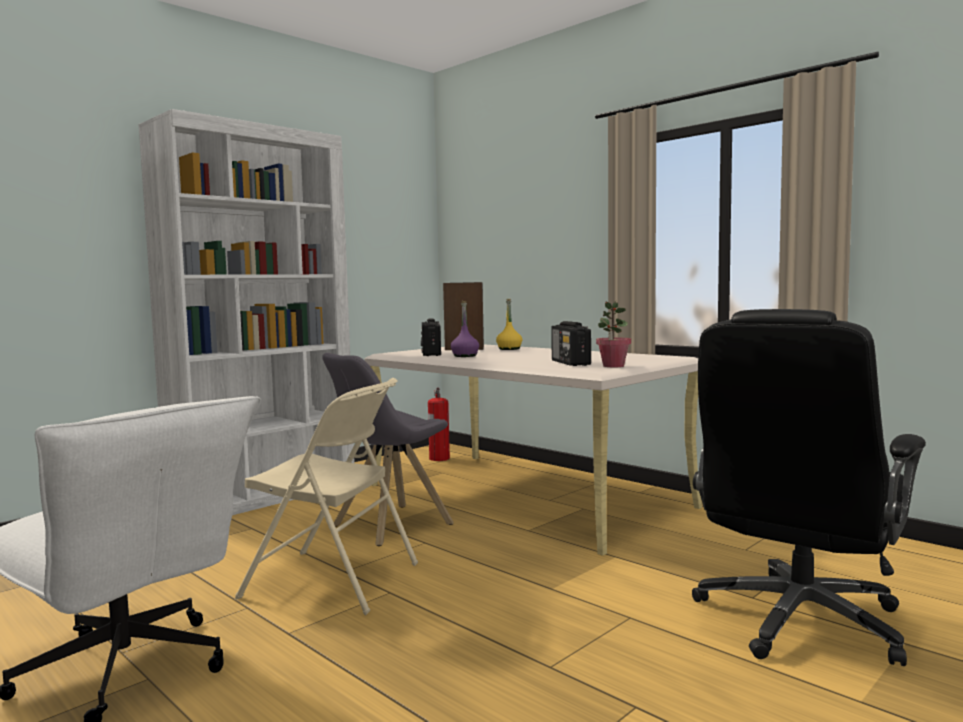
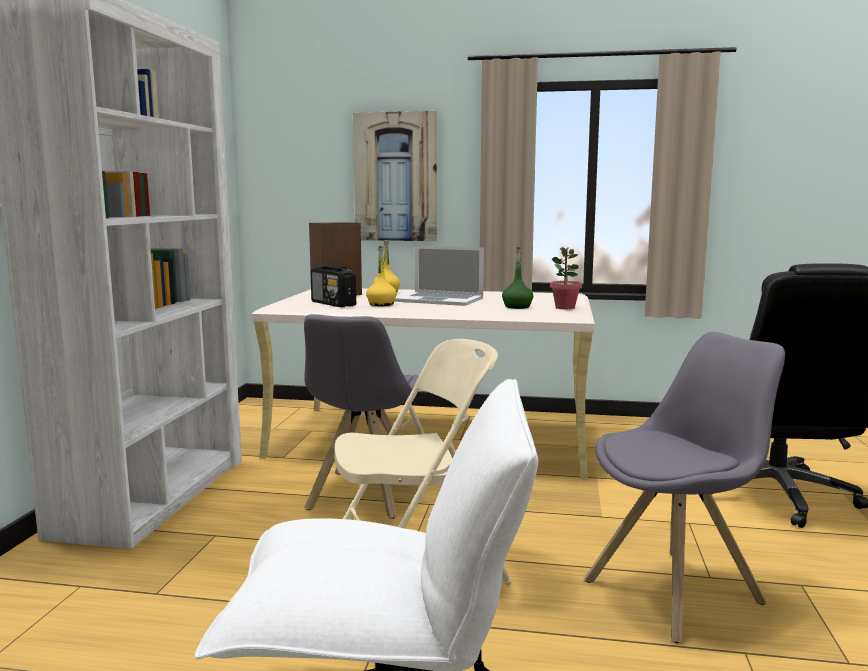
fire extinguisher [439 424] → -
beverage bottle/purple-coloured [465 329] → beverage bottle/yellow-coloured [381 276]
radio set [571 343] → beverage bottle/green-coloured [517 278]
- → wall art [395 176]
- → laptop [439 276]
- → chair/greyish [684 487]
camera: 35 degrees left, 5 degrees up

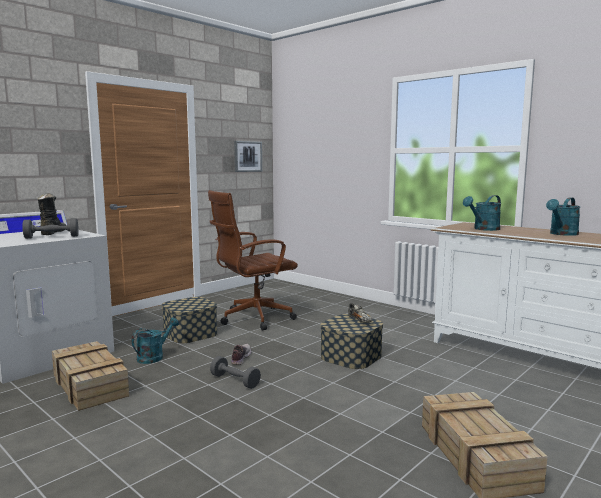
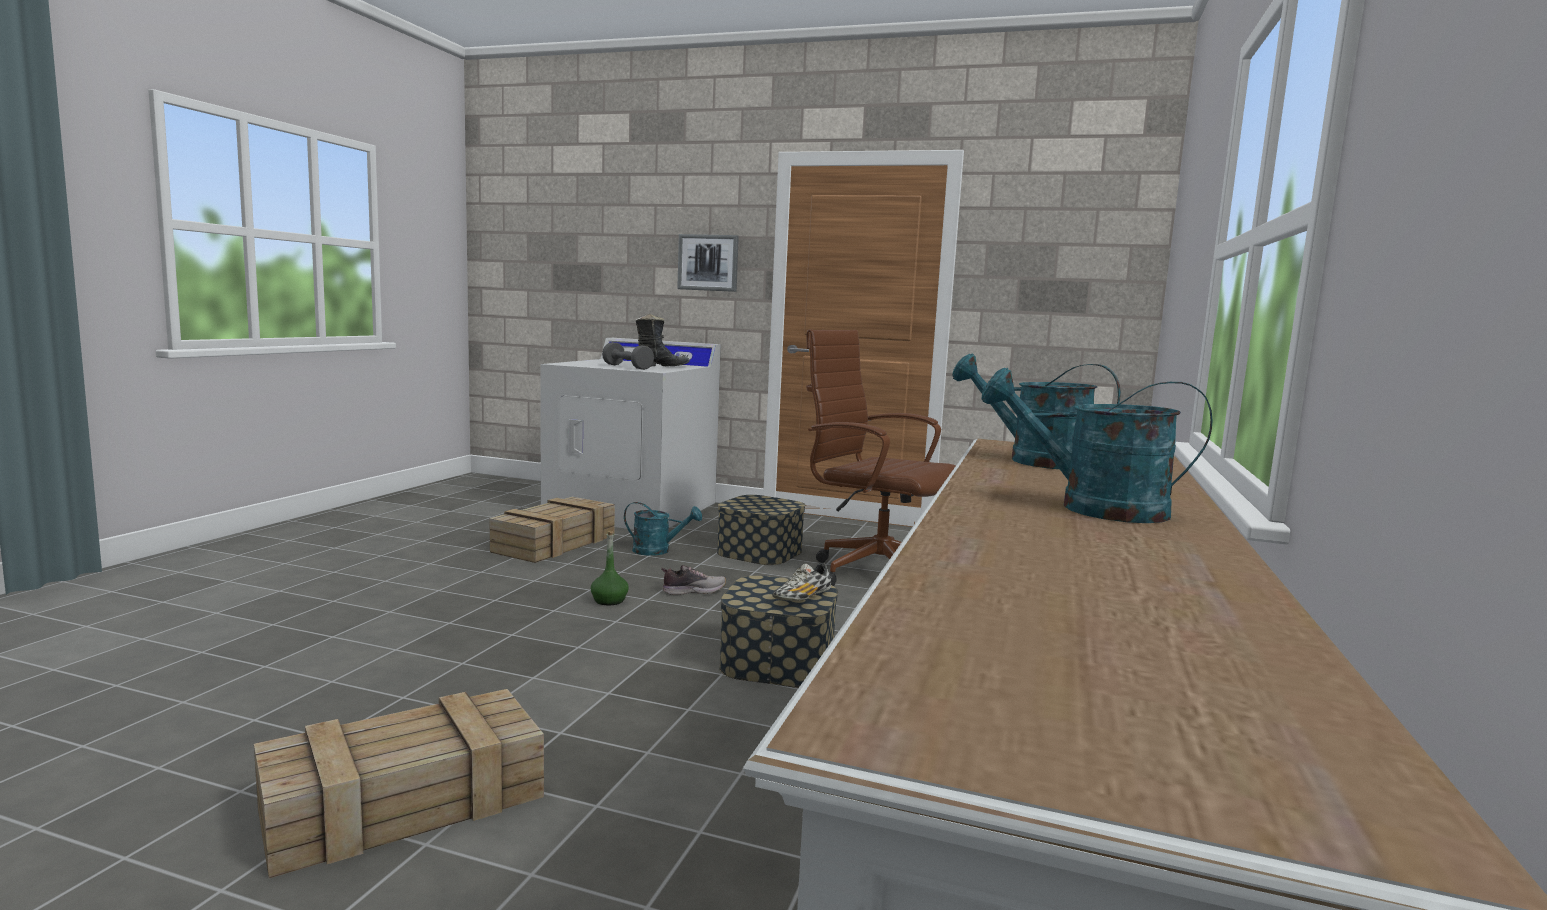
dumbbell/greyish [235 372] → beverage bottle/green-coloured [610 568]
wall art [248 156] → wall art [708 263], moved
camera: 65 degrees right, 0 degrees up

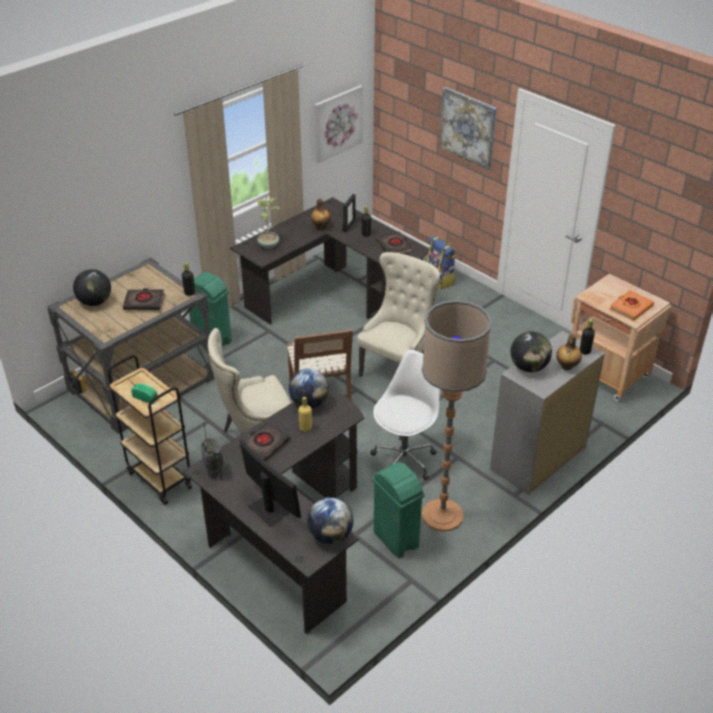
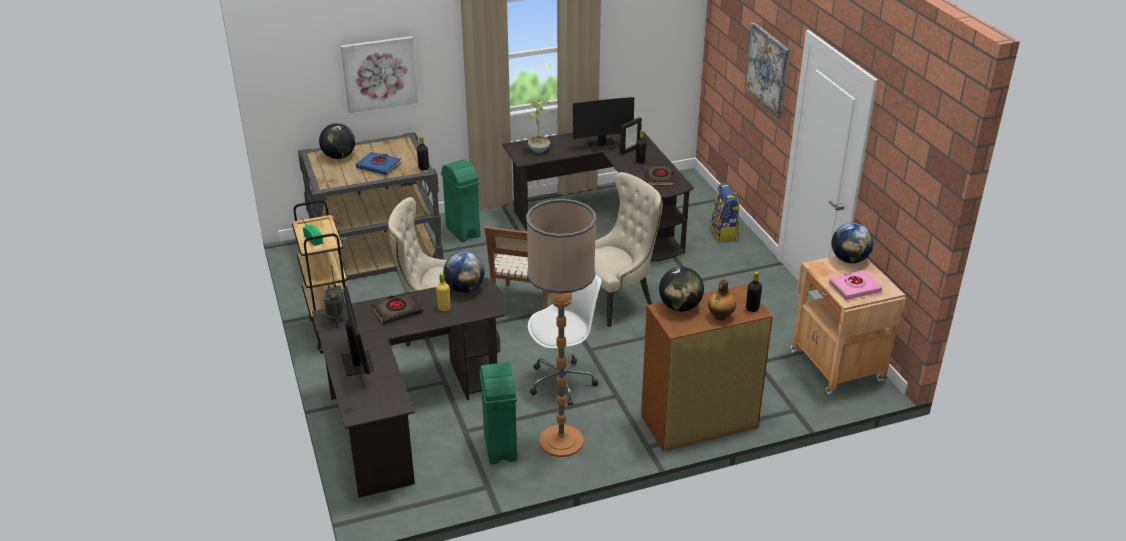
bound book/blackish [143 299] → bound book/blue [378 163]
globe [330 520] → globe [852 243], moved
beverage bottle [321 214] → computer display [603 124]
wall art [338 124] → wall art [379 74], moved
cabinet/greyish [547 413] → cabinet/brown [707 367]
bound book/orangey [632 305] → bound book/pinkish [855 285]
camera: 25 degrees right, 5 degrees down

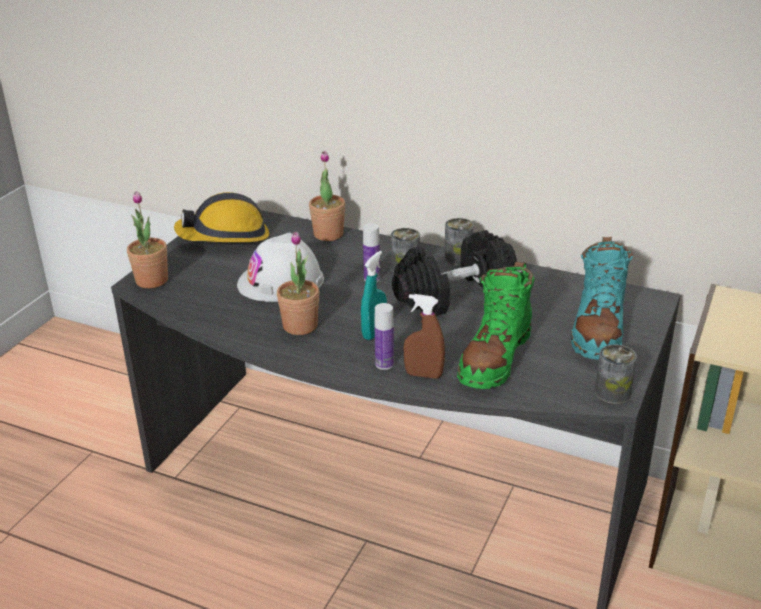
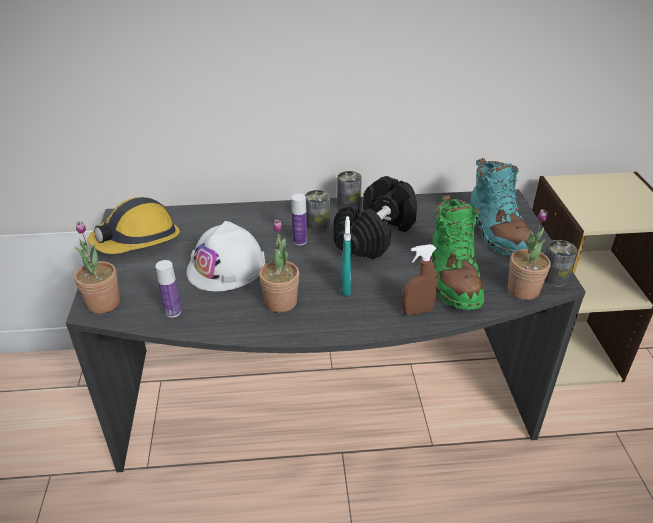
houseplant [327 196] → houseplant [529 254], moved
beverage bottle [384 336] → beverage bottle [168 289], moved
camera: 30 degrees left, 5 degrees up

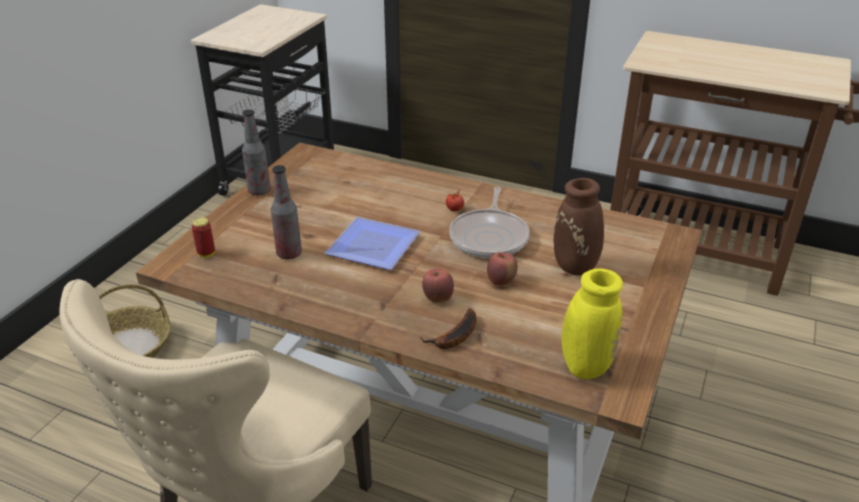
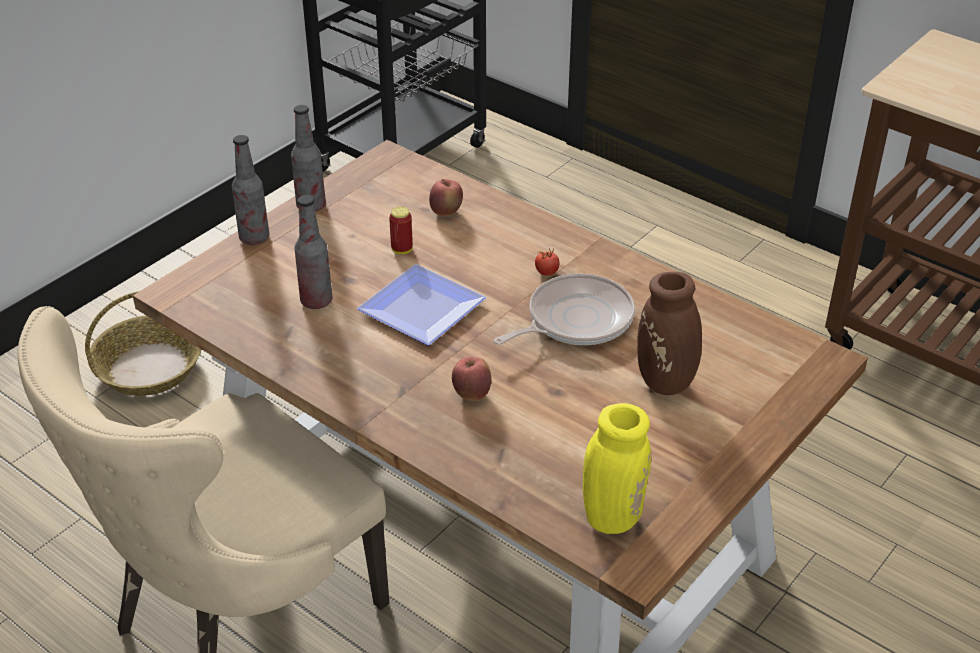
can [203 237] → can [401 230], moved
banana fruit [448 328] → -
frying pan [489 222] → frying pan [564 309], 150 degrees counterclockwise
apple fruit [502 269] → apple fruit [446 197], moved
- → beverage bottle [250 190]
camera: 15 degrees right, 5 degrees up

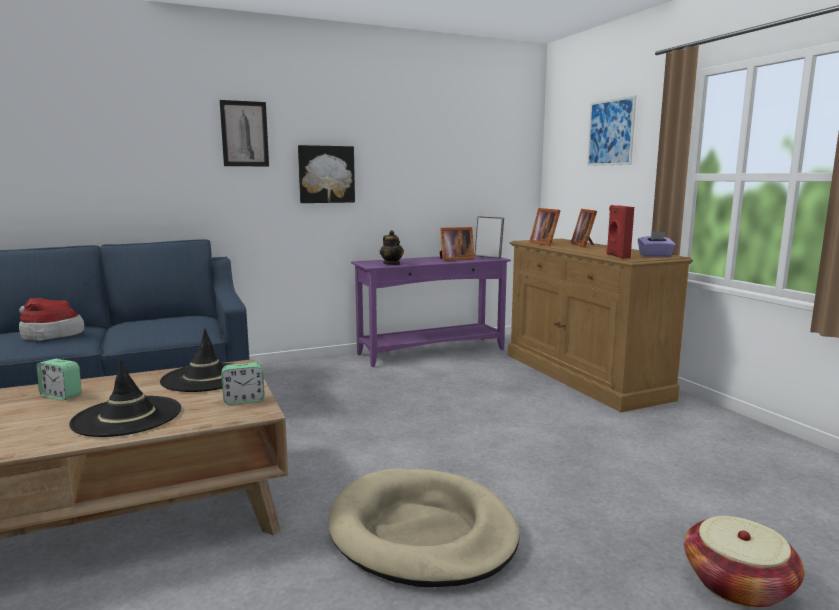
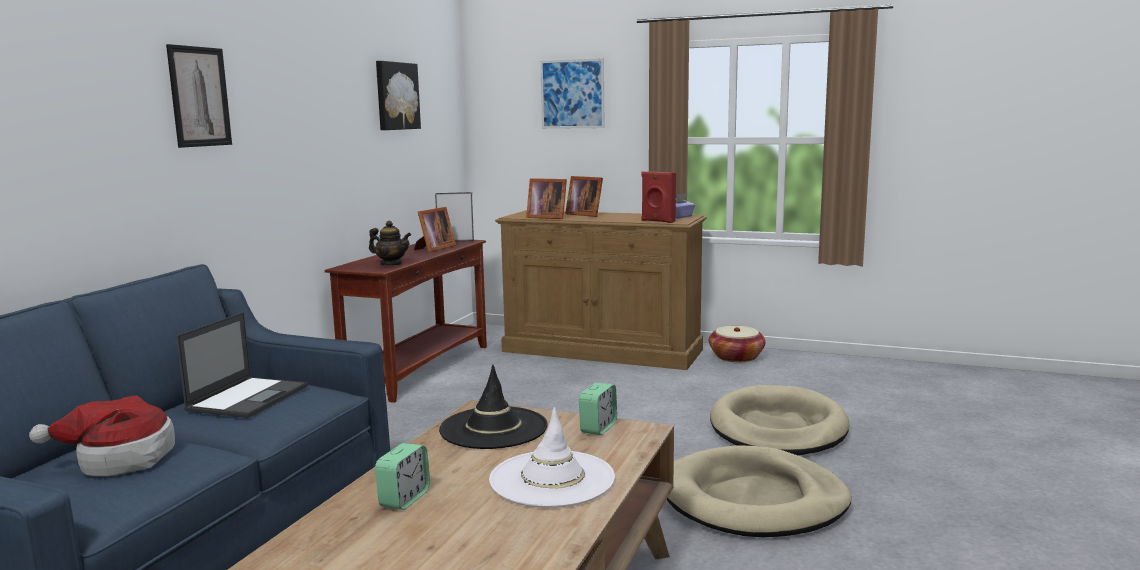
alarm clock [59 379] → alarm clock [402 476], 45 degrees counterclockwise
hat/blackish [125 398] → hat/white [552 457]
wall art [326 174] → wall art [398 95], moved
narrow table/purple-coloured [431 310] → narrow table/brown [406 321]
basket [744 562] → basket [737 344], moved
- → laptop [242 365]
- → dog bed/sand-coloured [779 420]
camera: 45 degrees left, 0 degrees up

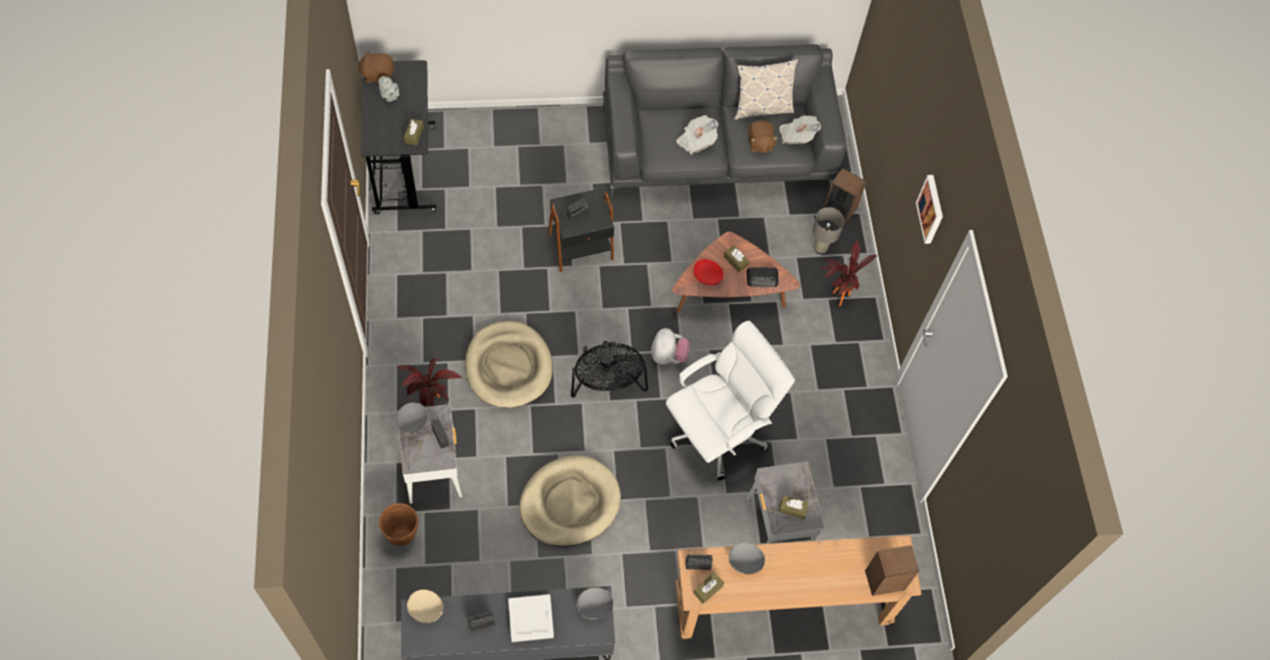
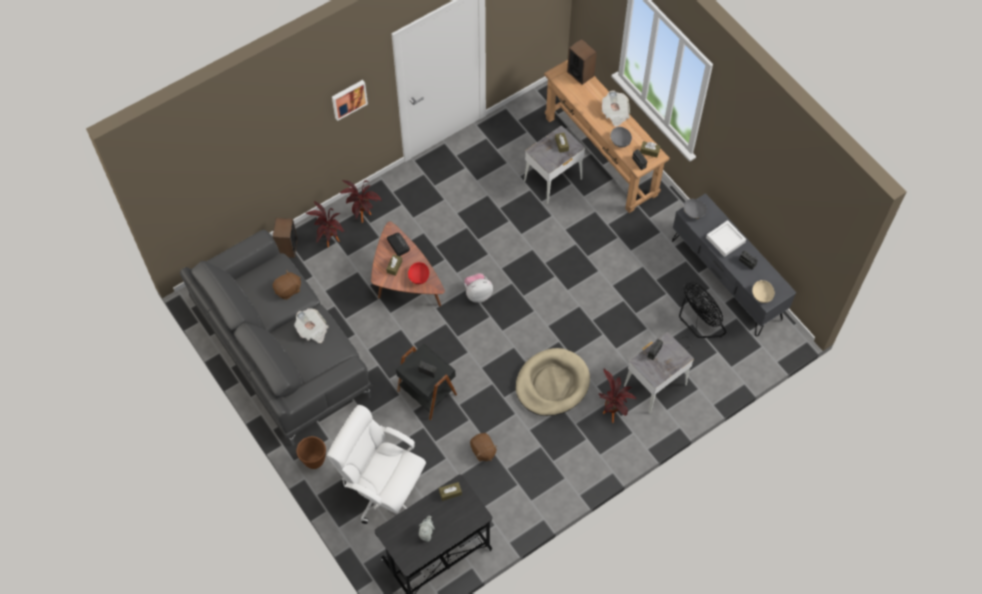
soft toy/brown [376 66] → soft toy/brown [483 447], moved
planter/brown [398 524] → planter/brown [311 452], moved
deep dish/greyish [412 418] → -
dog bed/sand-coloured [570 501] → -
cooling fan/blackish [609 369] → cooling fan/blackish [703 315], moved
office chair/white [730 400] → office chair/white [376 464], moved
throw pillow [766 89] → -
printed paper [800 129] → printed paper [616 108], moved
tabletop lamp/greyish [828 230] → houseplant [325 224]
camera: 115 degrees left, 0 degrees up

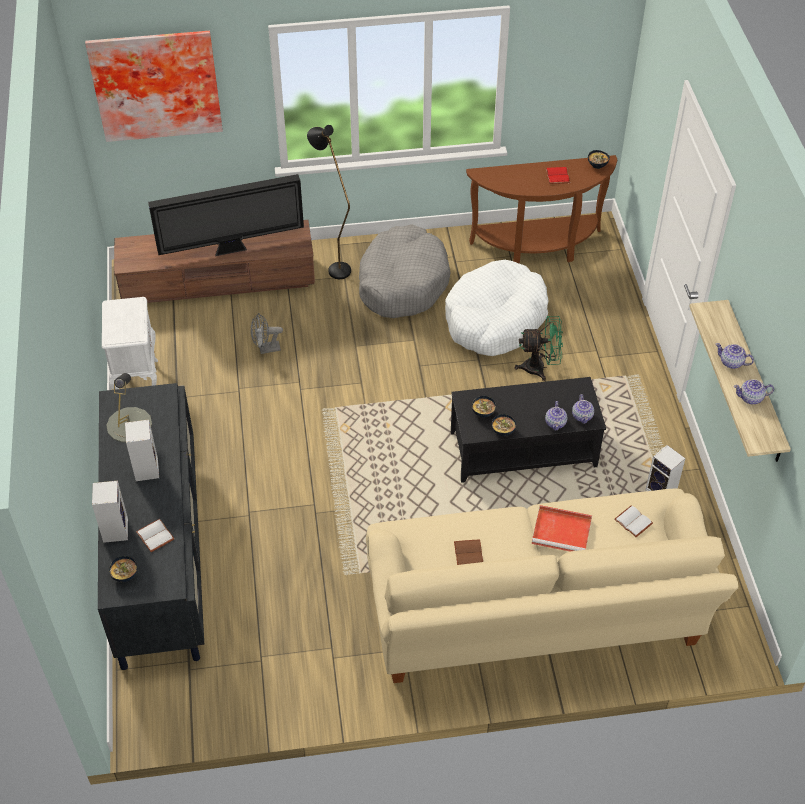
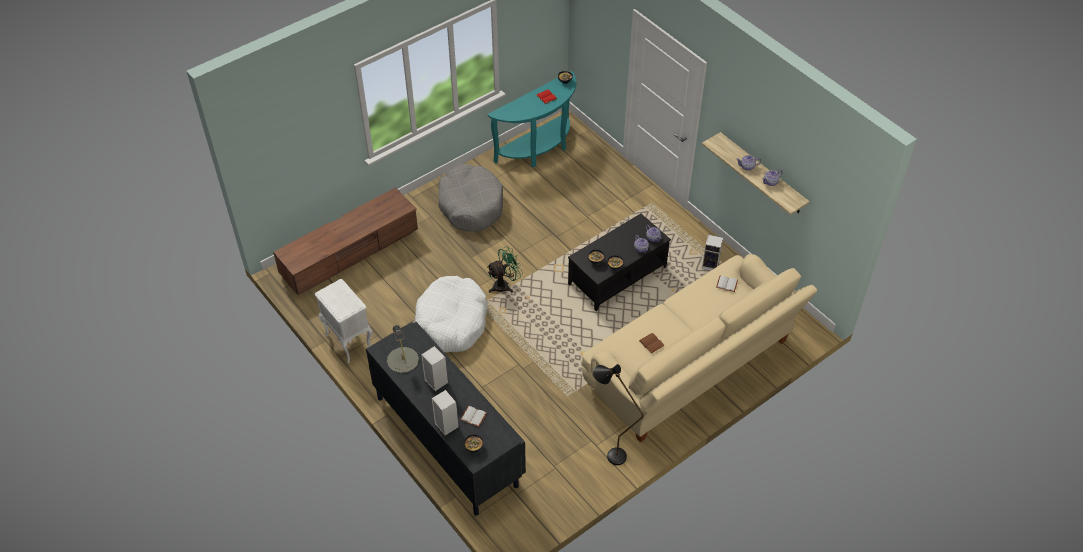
wall art [154 86] → -
TV set [226 215] → -
cooling fan/greyish [267 333] → -
standard lamp/blackish [329 202] → standard lamp/blackish [618 414], moved
dog bed/white [496 308] → dog bed/white [450 314], moved
narrow table/brown [541 209] → narrow table/blue-green [532 119]
cooling fan/green-coloured [538 348] → cooling fan/green-coloured [505 269], moved
serving tray/red [562 528] → -
camera: 30 degrees left, 0 degrees up

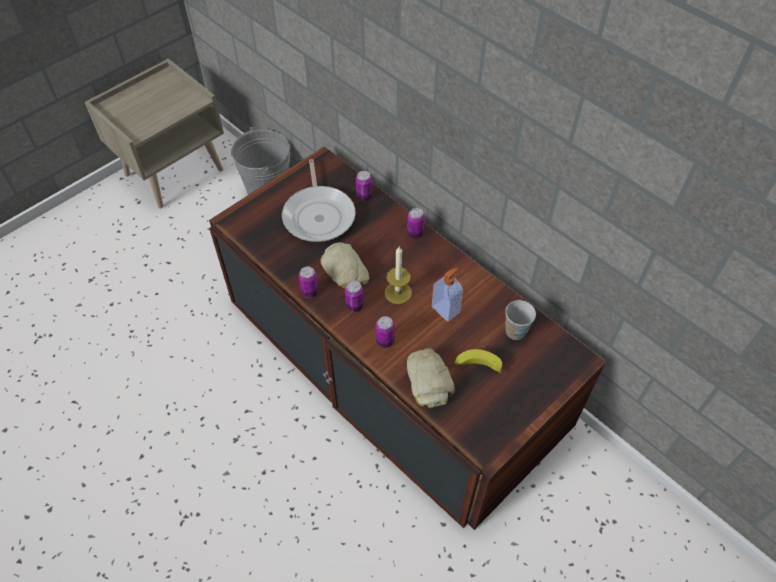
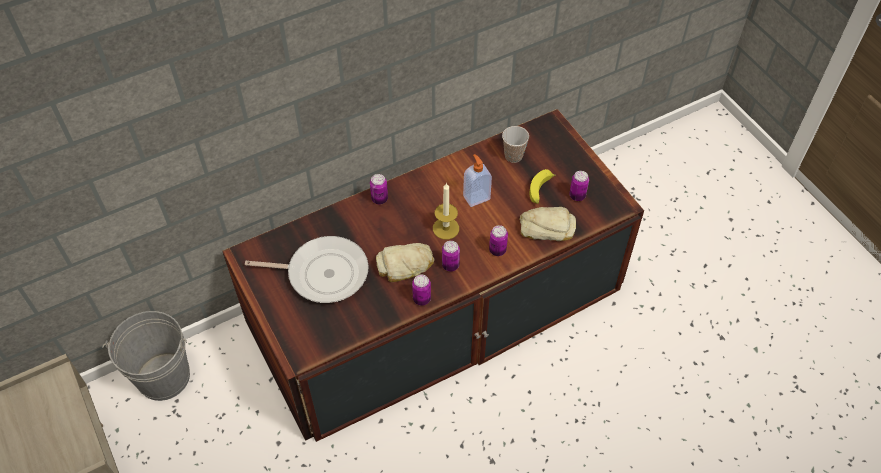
can [364 186] → can [579 186], moved
camera: 75 degrees left, 0 degrees up

